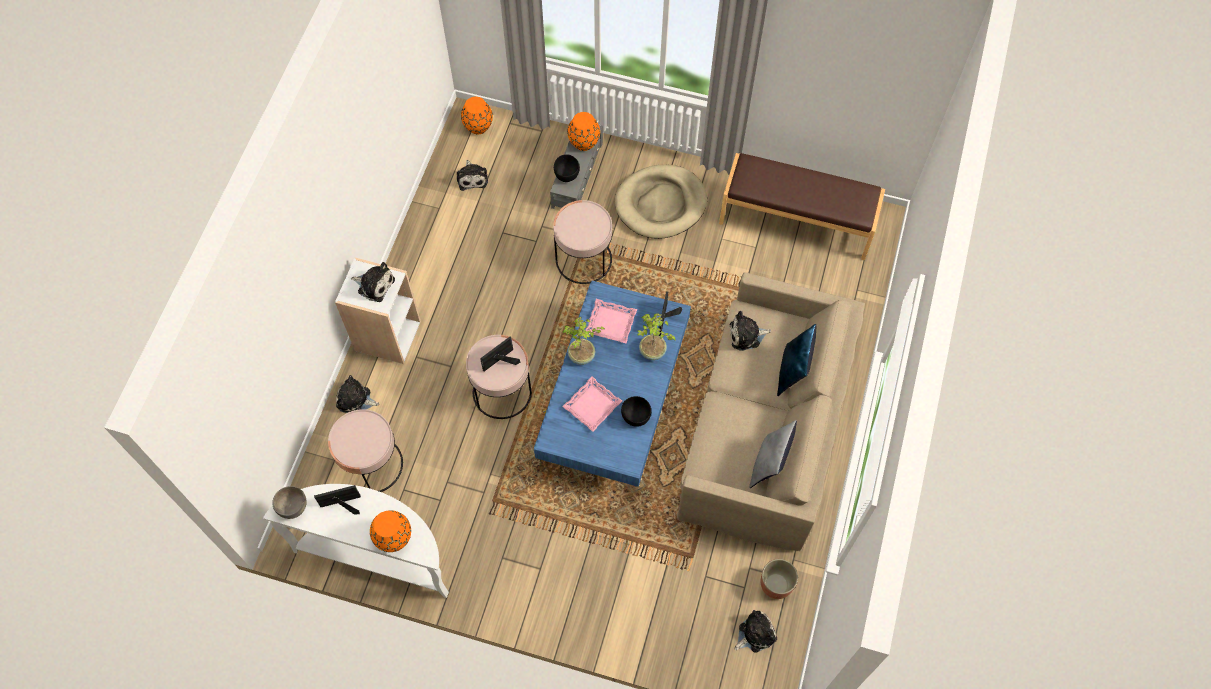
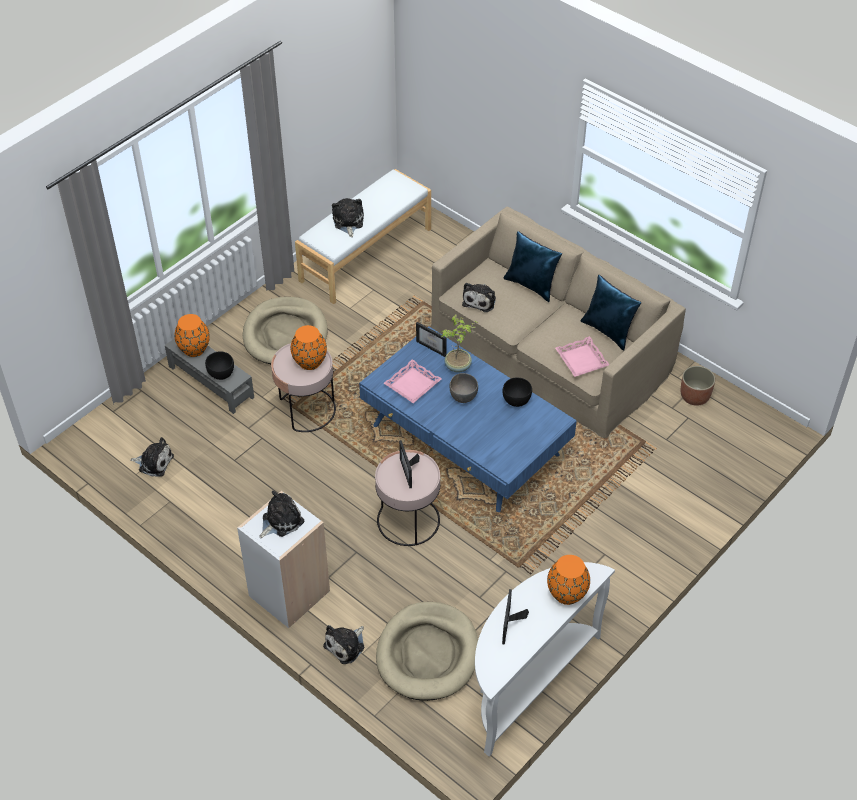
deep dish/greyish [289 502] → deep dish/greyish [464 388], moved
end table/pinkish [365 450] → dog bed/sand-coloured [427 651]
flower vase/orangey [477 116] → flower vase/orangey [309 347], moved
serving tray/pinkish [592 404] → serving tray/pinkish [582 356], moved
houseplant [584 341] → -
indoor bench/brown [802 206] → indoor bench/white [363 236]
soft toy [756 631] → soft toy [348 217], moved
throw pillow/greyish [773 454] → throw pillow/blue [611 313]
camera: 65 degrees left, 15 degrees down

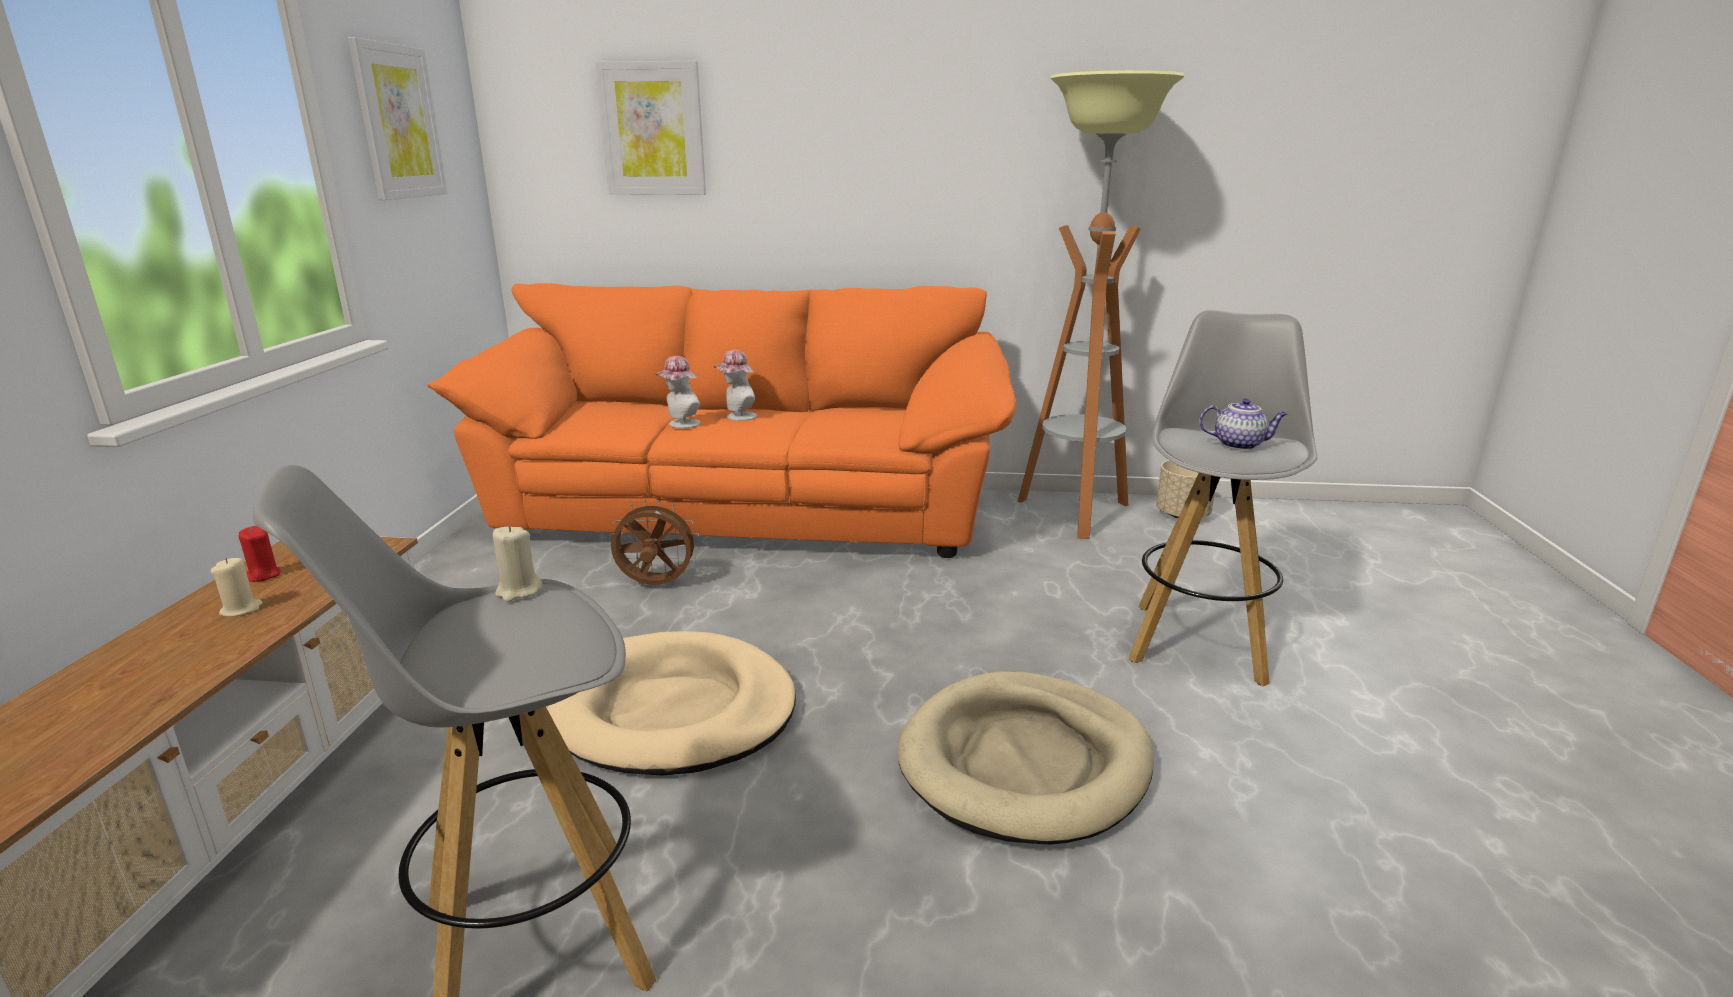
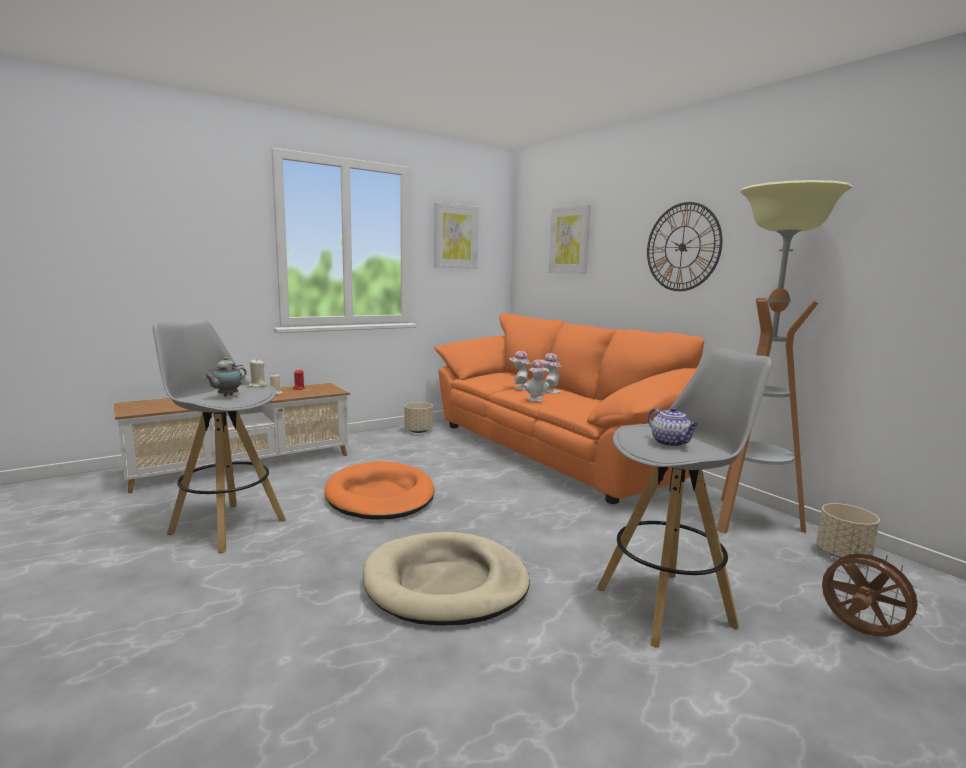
dog bed/sand-coloured [671 703] → dog bed/orangey [380 490]
cooling fan/brown [655 542] → cooling fan/brown [874 592], moved
- → teapot [225 377]
- → planter/sand-coloured [418 417]
- → hat [536 380]
- → wall clock [684 246]
camera: 50 degrees right, 10 degrees down

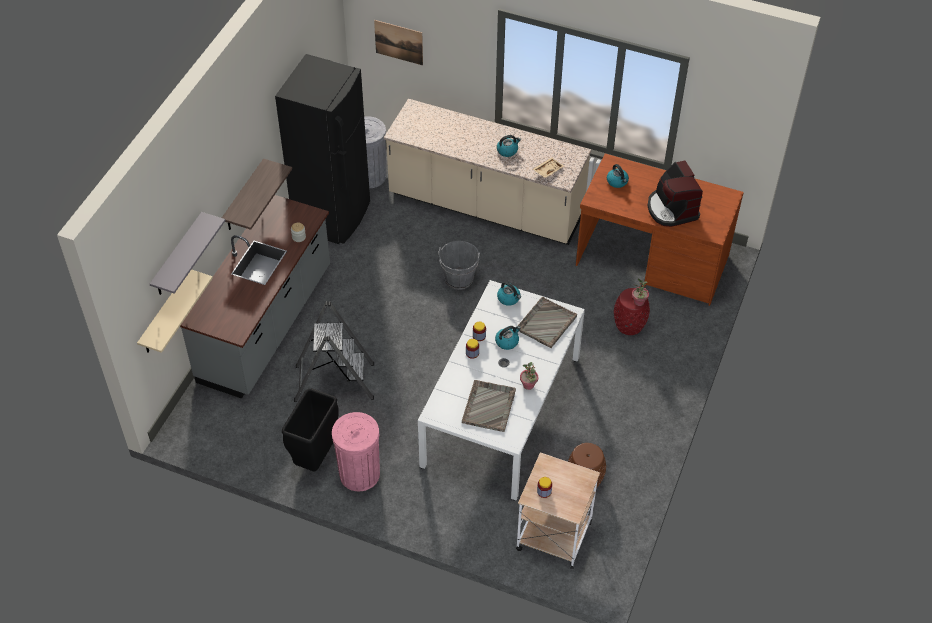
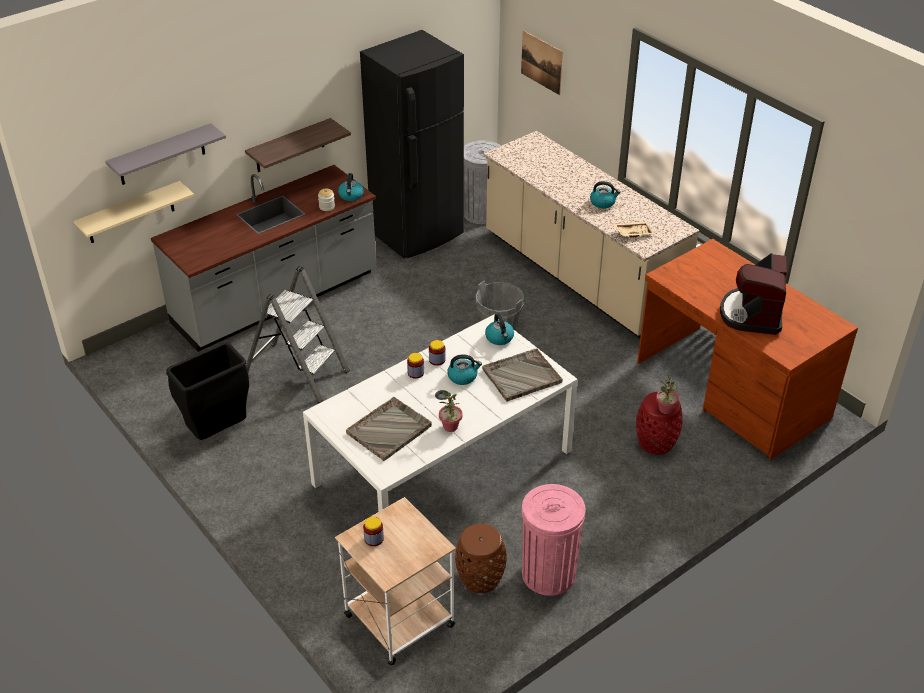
trash can/pinkish [356 451] → trash can/pinkish [553 540], moved
tea kettle [618 176] → tea kettle [351 187], moved
camera: 30 degrees right, 10 degrees down

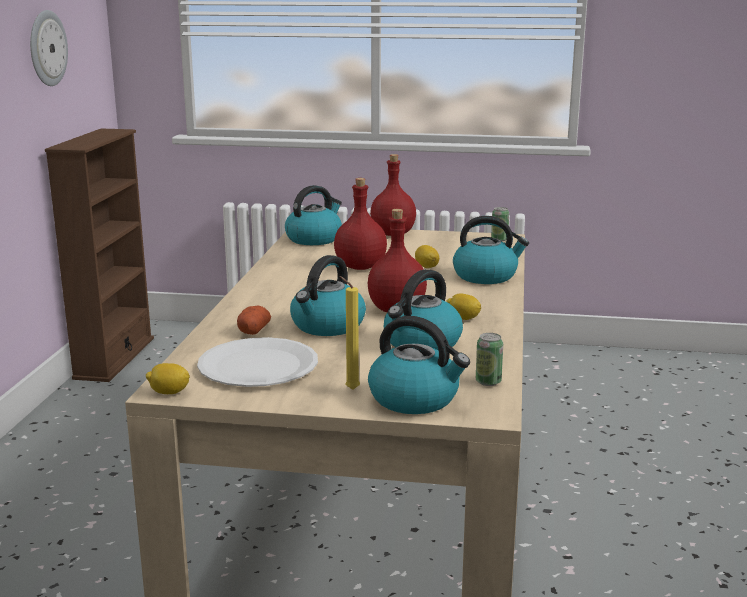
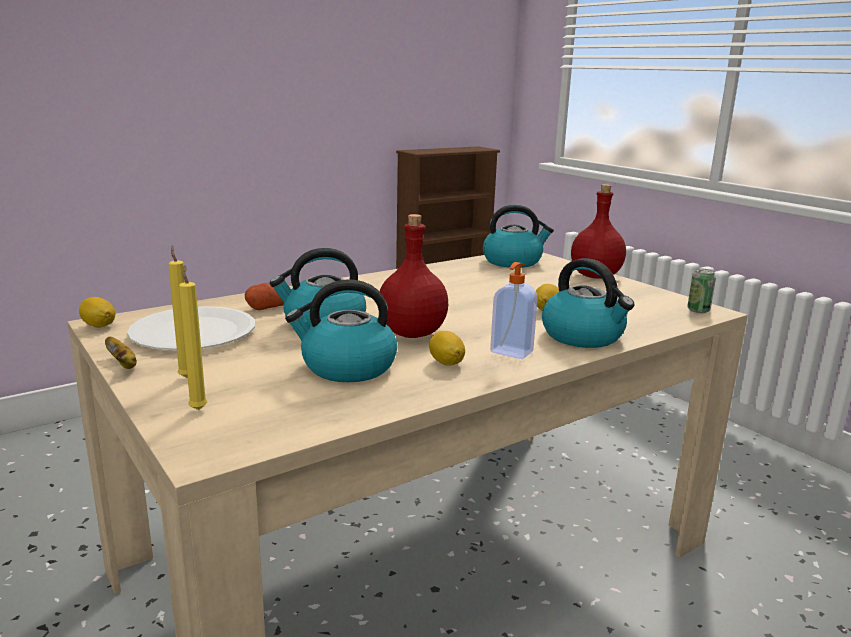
wall clock [49 48] → -
beverage bottle/red [360 224] → -
tea kettle [419 365] → candle/yellow-coloured [193 337]
can [489 359] → -
- → banana fruit [121 353]
- → soap bottle [514 310]
camera: 45 degrees right, 0 degrees up

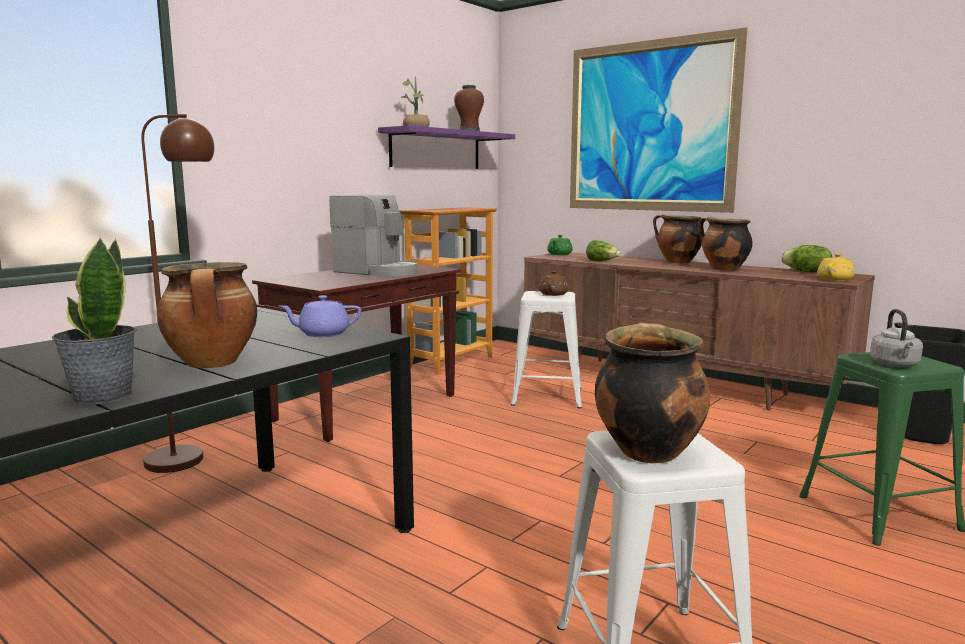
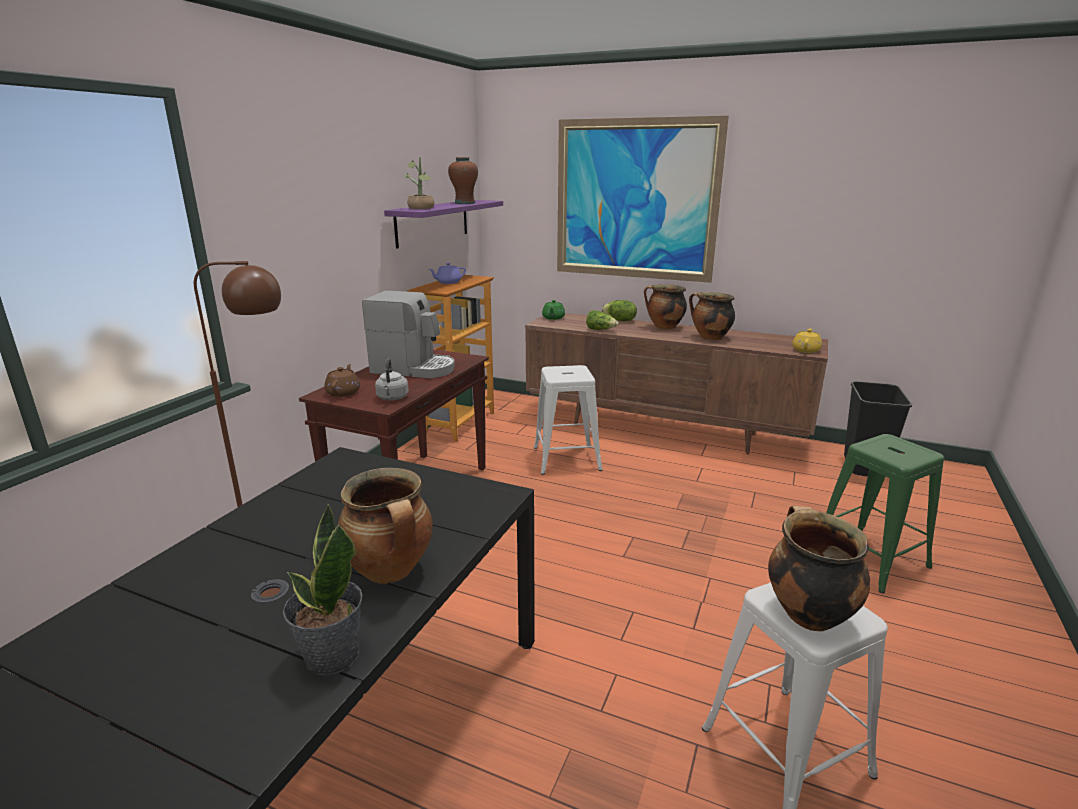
teapot/purple-coloured [320 316] → teapot/purple-coloured [447 273], moved
teapot/brown [554 283] → teapot/brown [342 380], moved
lettuce [806 259] → lettuce [619 310], moved
tea kettle/greyish [896 338] → tea kettle/greyish [392 379], moved
camera: 15 degrees left, 10 degrees up

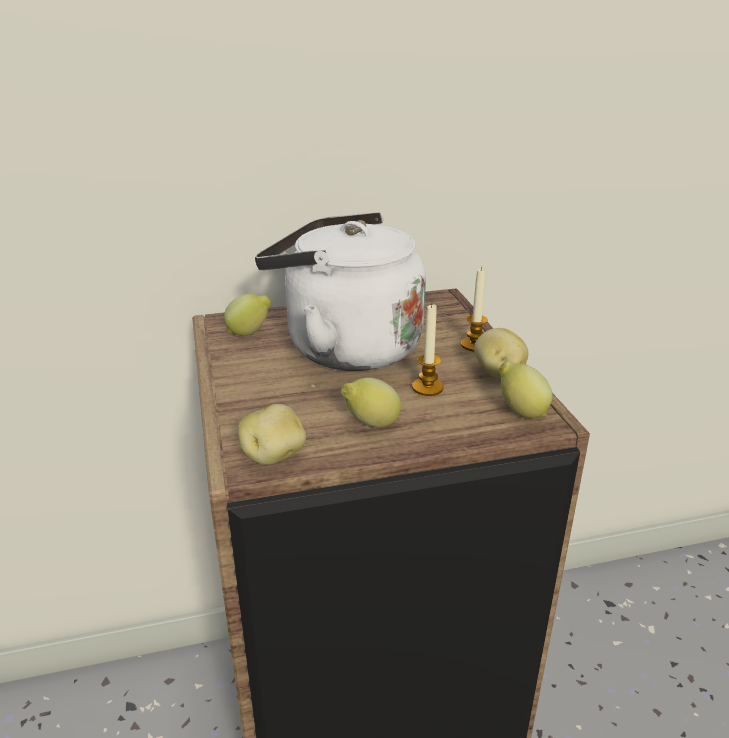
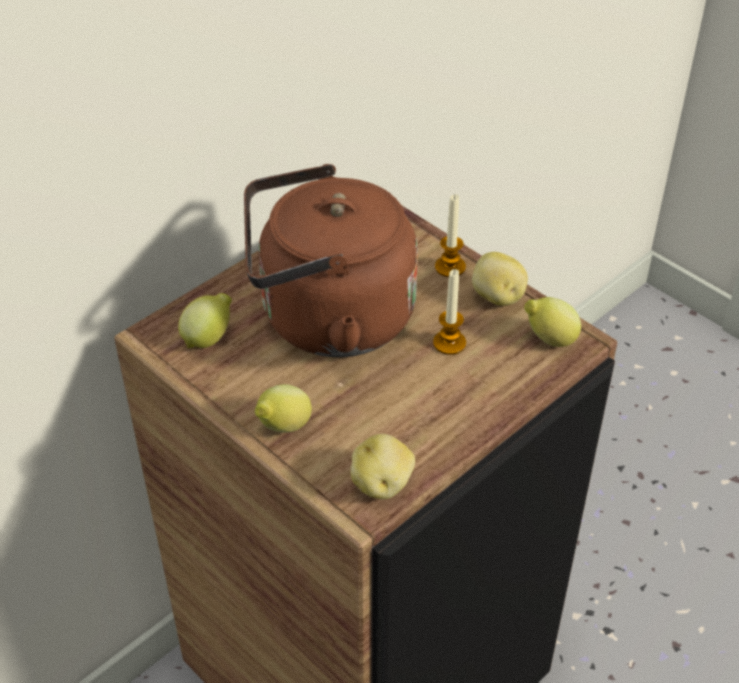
tea kettle/white [340 291] → tea kettle/brown [331 260]
lemon [371 402] → lemon [283 408], moved
camera: 30 degrees left, 15 degrees up

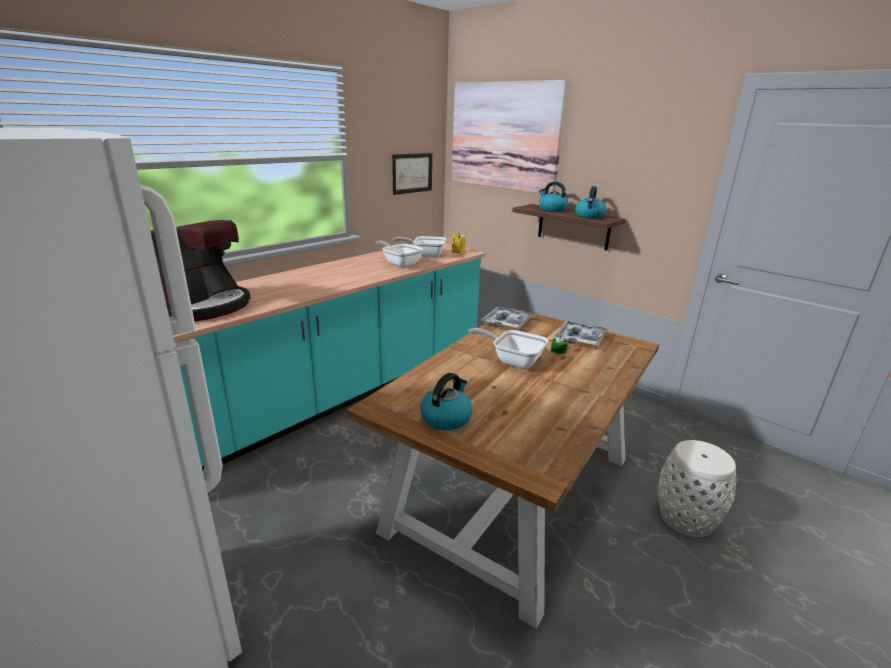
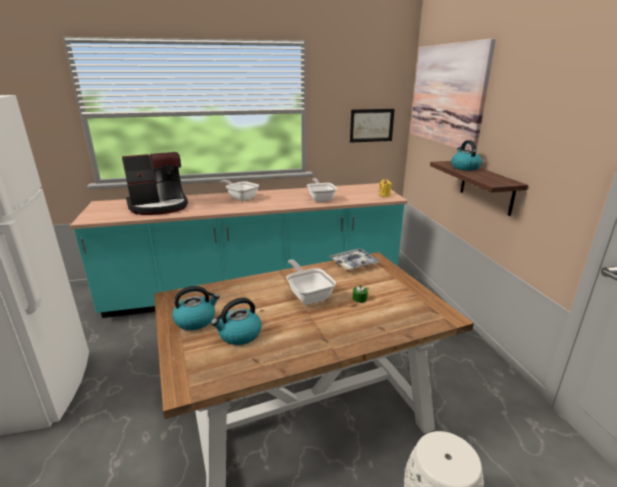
frying pan [419 246] → frying pan [239 190], moved
serving tray [581 333] → -
tea kettle [591 202] → tea kettle [236 321], moved
camera: 35 degrees right, 0 degrees up

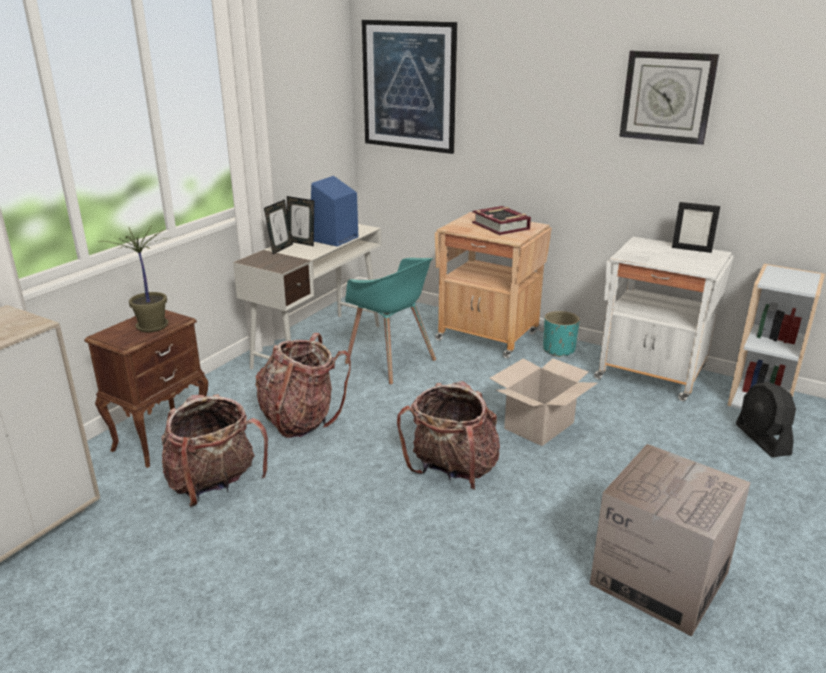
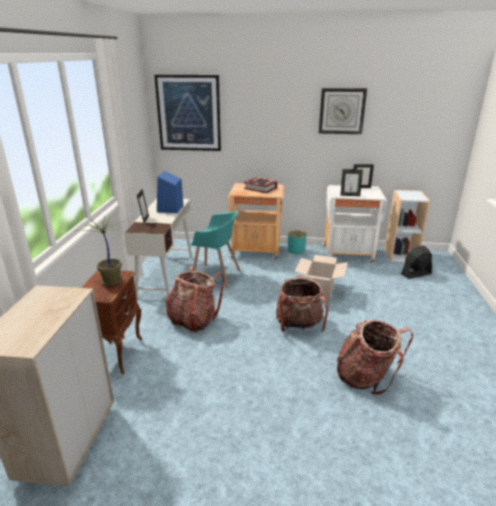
backpack [214 450] → backpack [375 357], moved
standing frame [300 221] → standing frame [351 182], moved
cardboard box [670 540] → -
cooling fan/blackish [766 419] → cooling fan/blackish [416 262], 105 degrees clockwise
camera: 25 degrees left, 0 degrees up

